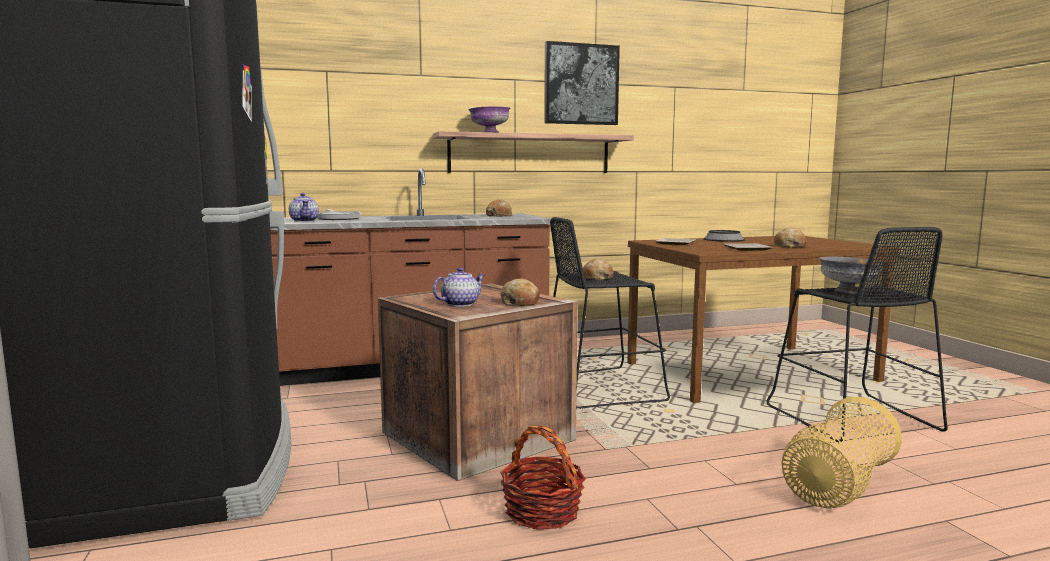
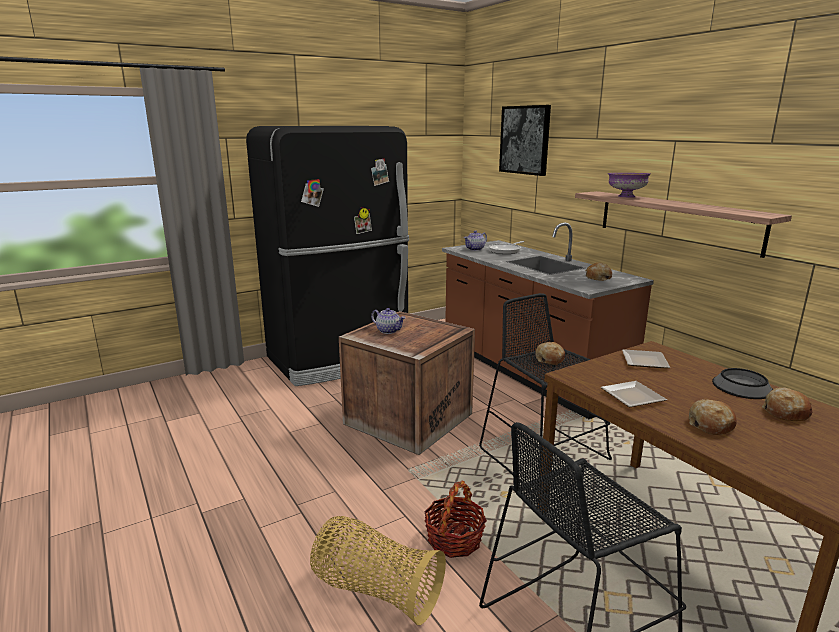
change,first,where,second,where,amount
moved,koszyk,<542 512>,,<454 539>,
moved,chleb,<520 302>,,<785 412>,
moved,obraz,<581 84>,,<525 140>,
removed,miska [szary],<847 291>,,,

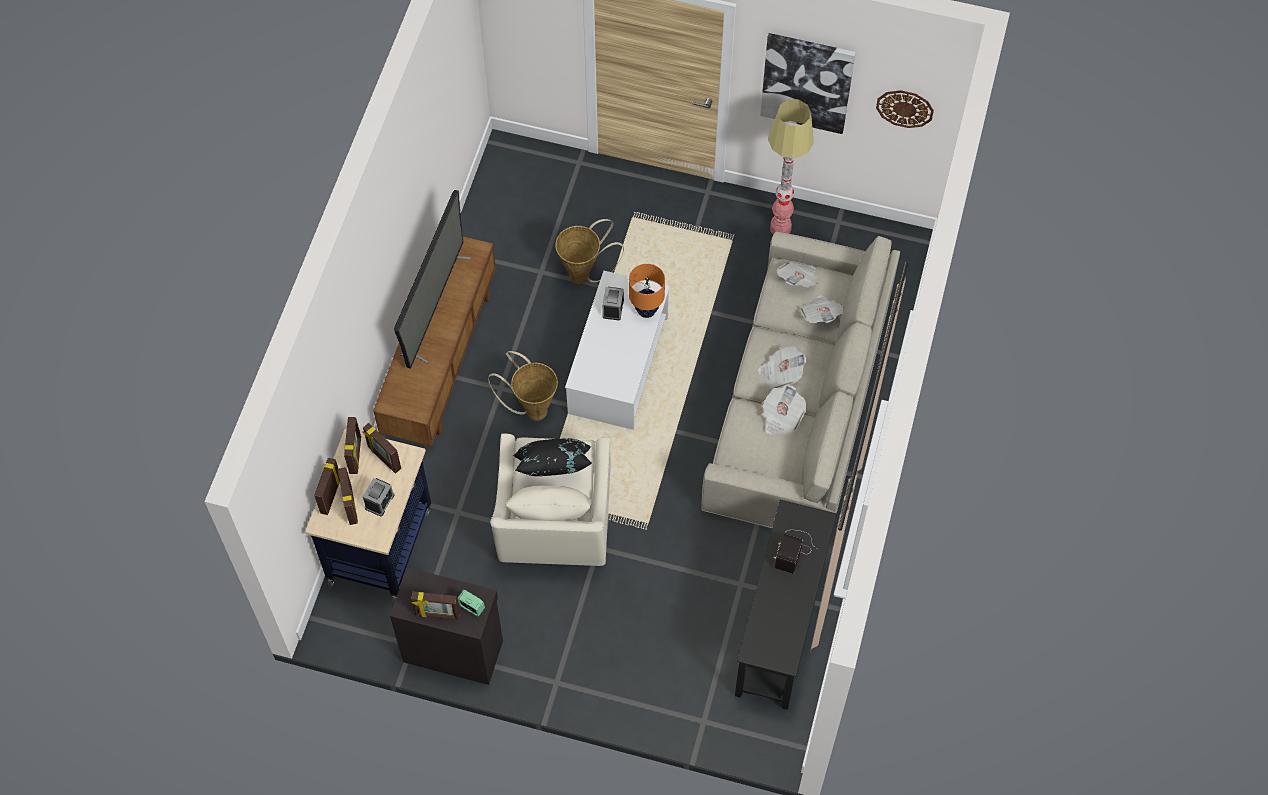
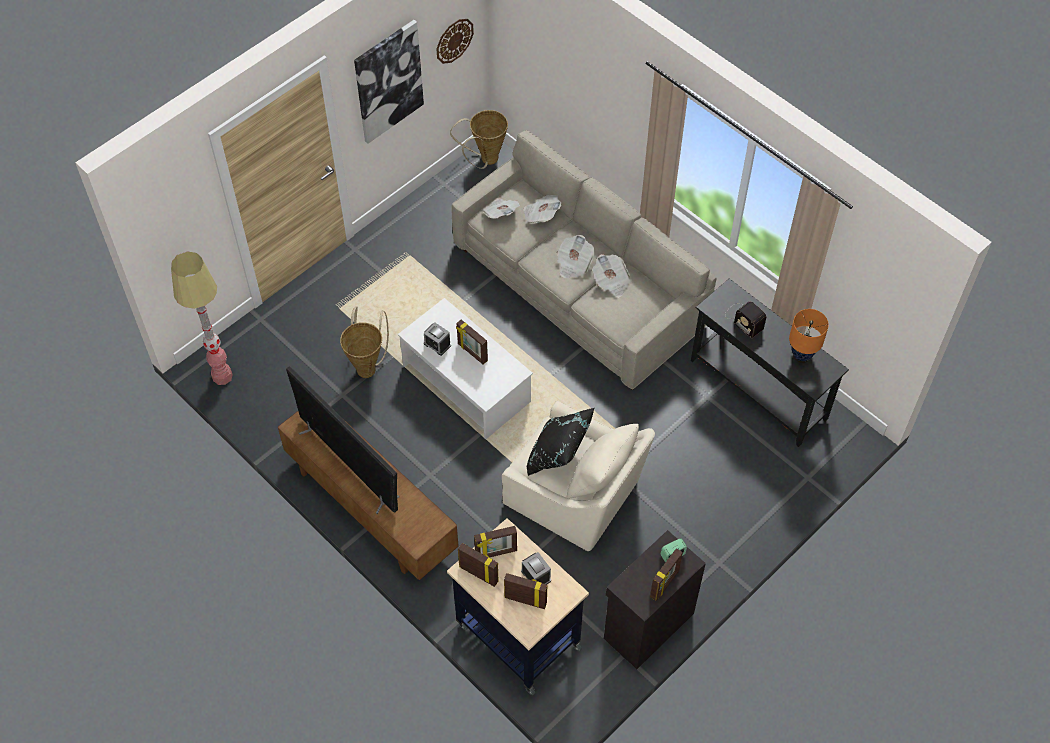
change,first,where,second,where,amount
moved,ramka na zdjęcie,<330 495>,,<472 353>,
moved,koszyk,<532 409>,,<485 160>,
moved,lampa stołowa [pomarańczowy],<646 310>,,<802 355>,
moved,lampa stojąca,<780 229>,,<222 376>,

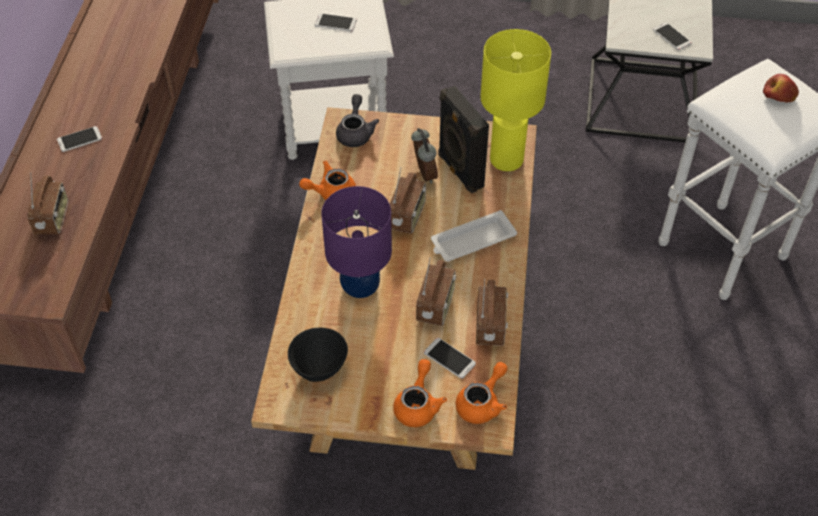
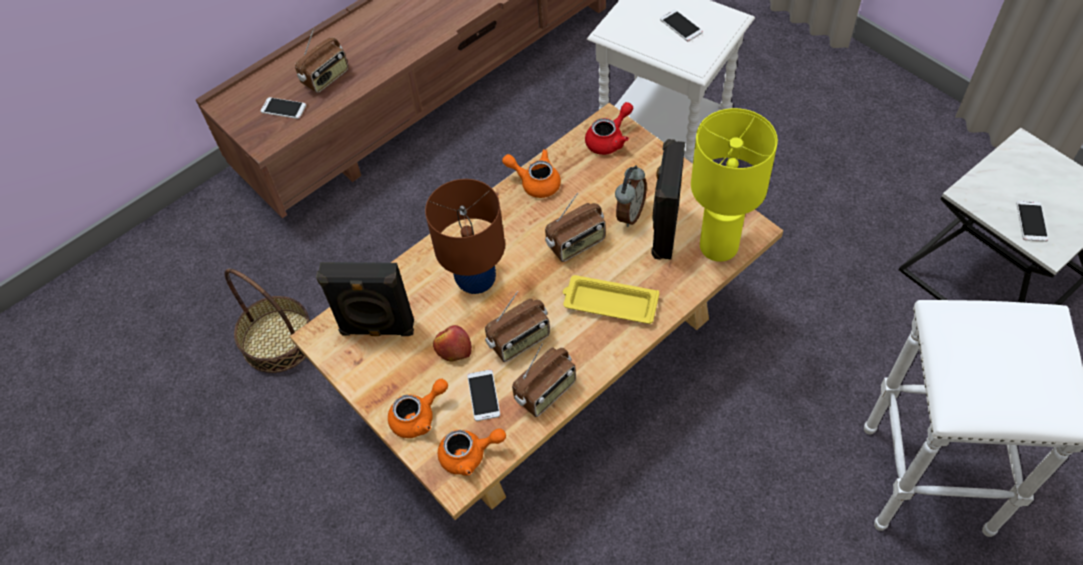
change,first,where,second,where,amount
moved,telefon,<79 139>,,<283 108>,
replaced,miska [czarny],<319 369>,głośnik [czarny],<377 329>,
recoloured,lampa stołowa [fioletowy],<362 286>,lampa stołowa [brązowy],<478 281>,
recoloured,imbryk [szary],<355 132>,imbryk [czerwony],<609 139>,
recoloured,taca [biały],<471 241>,taca [żółty],<609 303>,
moved,jabłko,<778 96>,,<453 348>,
added,,,koszyk,<278 340>,

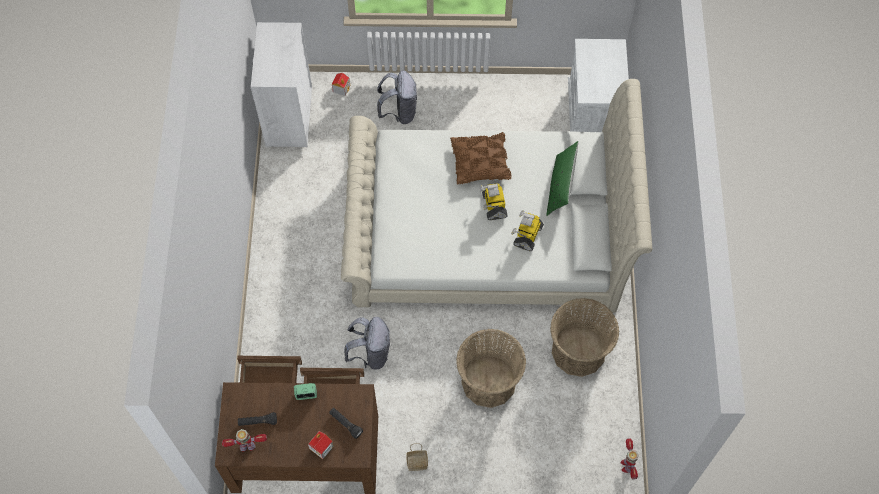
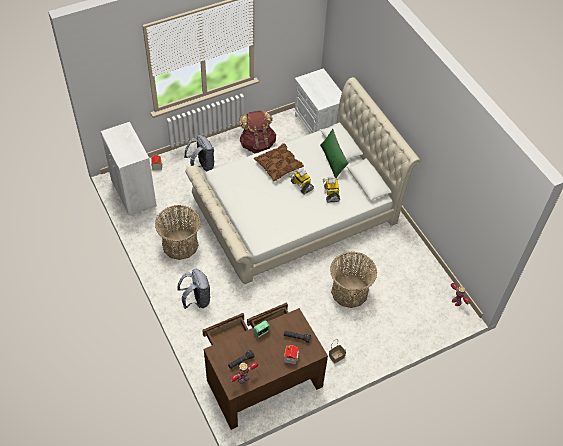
change,first,where,second,where,amount
moved,plecak [szary],<371 353>,,<196 300>,
moved,koszyk,<578 350>,,<180 244>,
added,,,plecak [brązowy],<257 144>,

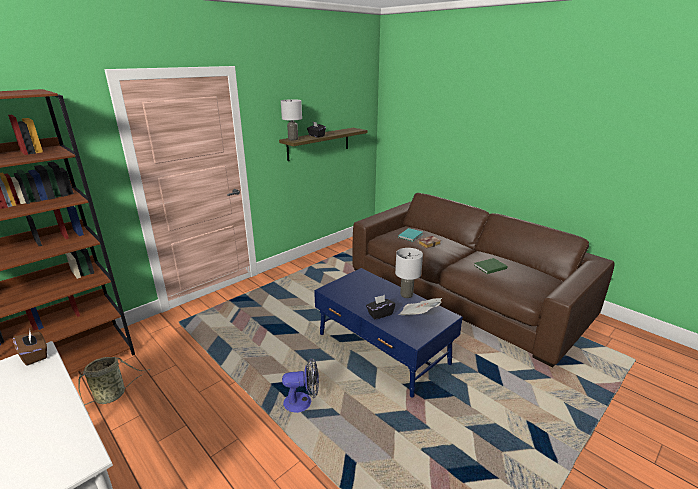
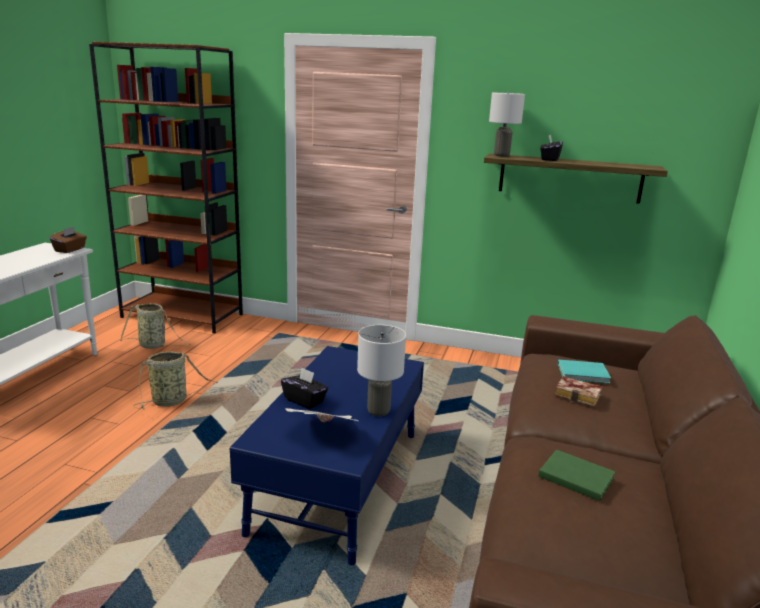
change,first,where,second,where,amount
removed,wentylator,<303 402>,,,
added,,,koszyk,<172 401>,

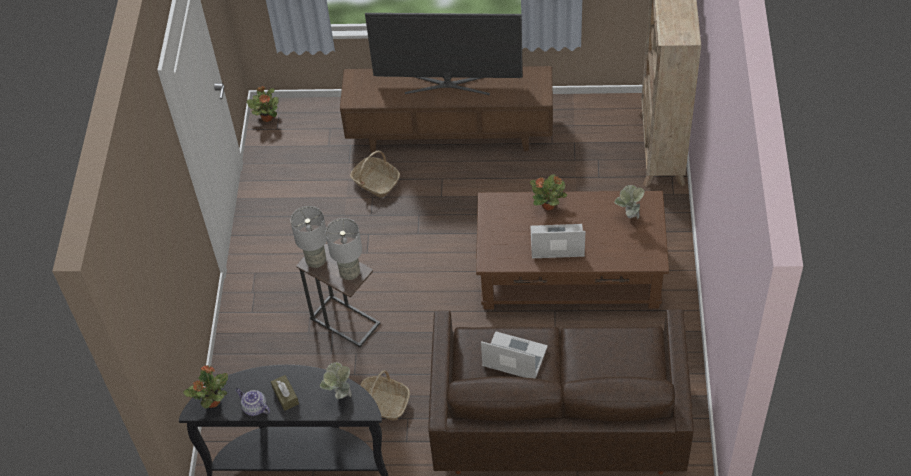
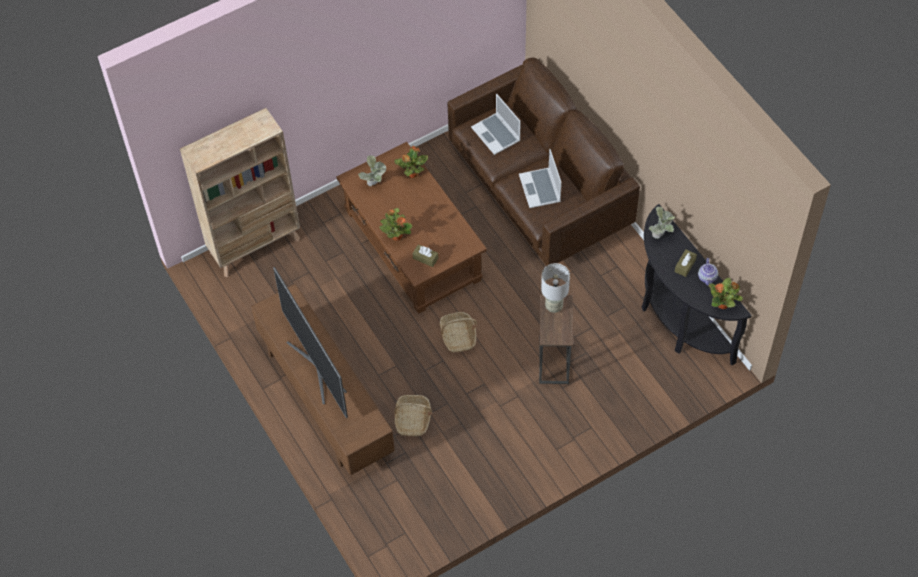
change,first,where,second,where,amount
moved,roślina doniczkowa,<267 117>,,<412 174>,
removed,lampa stołowa [szary],<316 260>,,,
moved,koszyk,<382 403>,,<458 337>,
moved,laptop,<556 243>,,<496 135>,
added,,,pudełko chusteczek [brązowy],<425 258>,

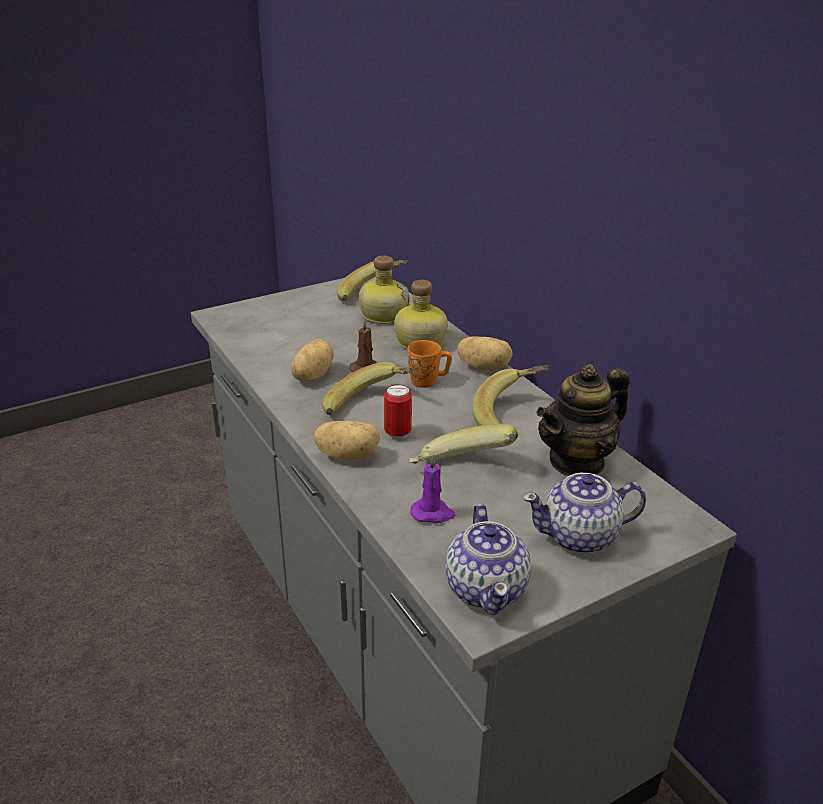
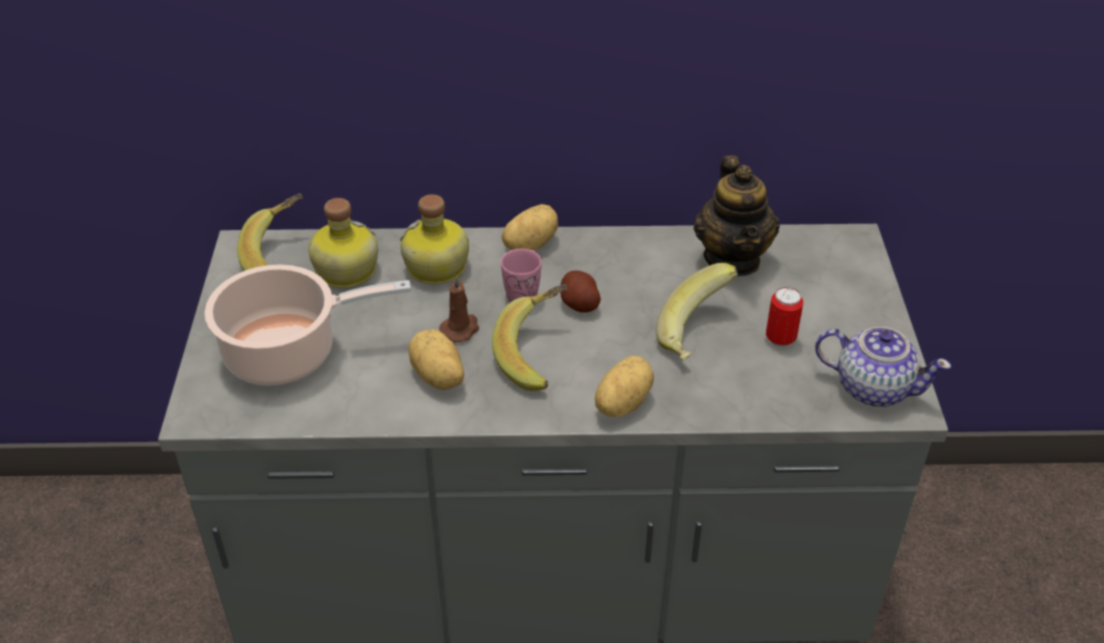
change,first,where,second,where,amount
moved,puszka,<397 433>,,<780 339>,
recoloured,kubek [pomarańczowy],<429 381>,kubek [różowy],<524 292>,
removed,świeca [fioletowy],<433 513>,,,
removed,banan,<511 416>,,,
removed,imbryk,<580 536>,,,
added,,,garnek,<288 352>,
added,,,ziemniak,<579 304>,

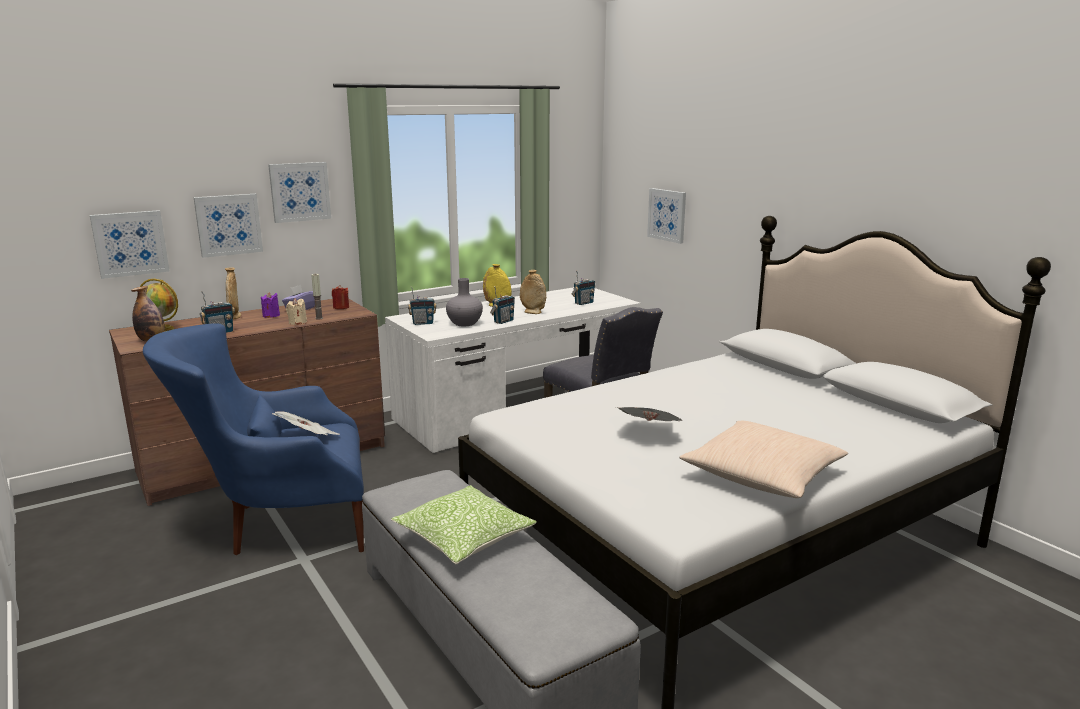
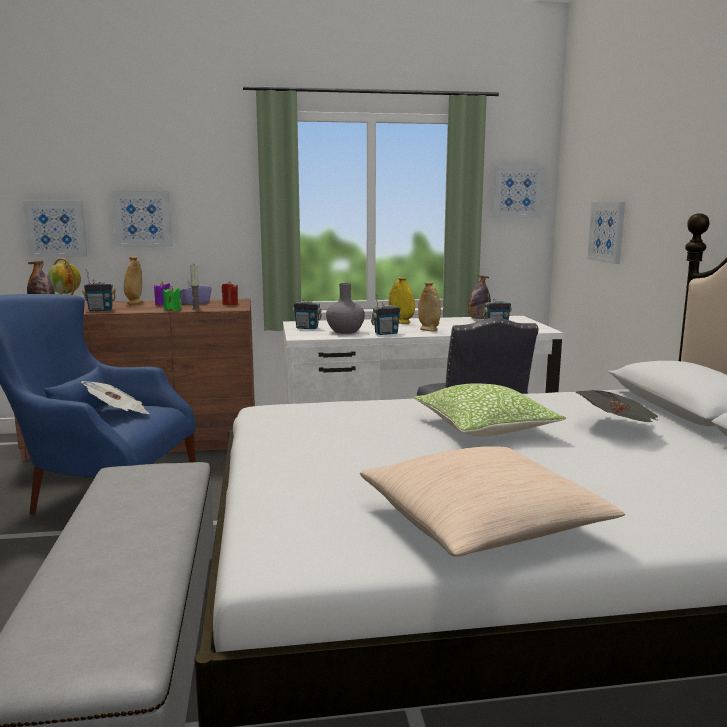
change,first,where,second,where,amount
moved,obraz,<300 192>,,<517 192>,
recoloured,świeca [beżowy],<297 322>,świeca [zielony],<172 310>,
moved,poduszka,<464 538>,,<485 427>,
moved,gazeta,<649 431>,,<618 428>,
added,,,butelka,<478 318>,

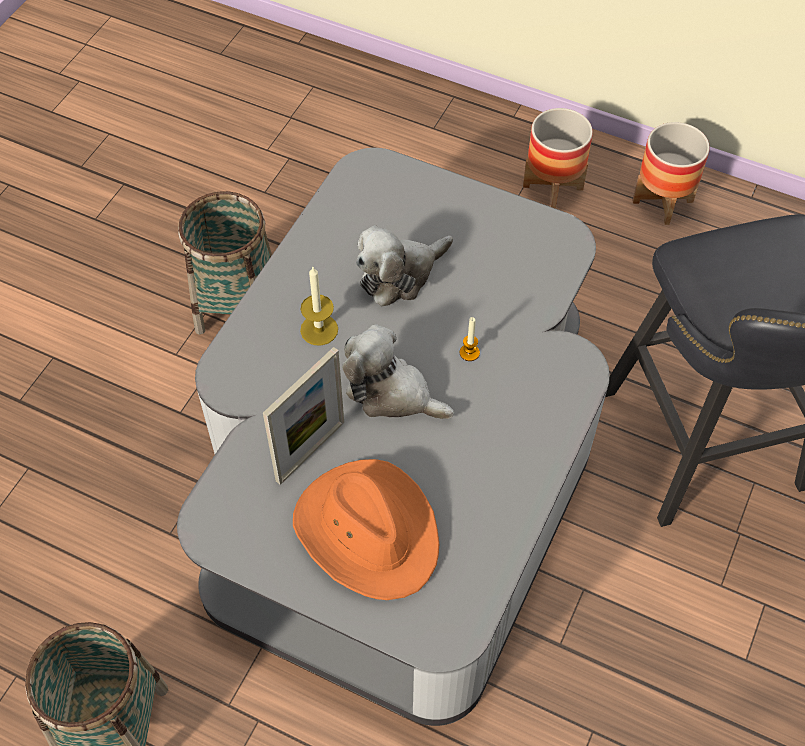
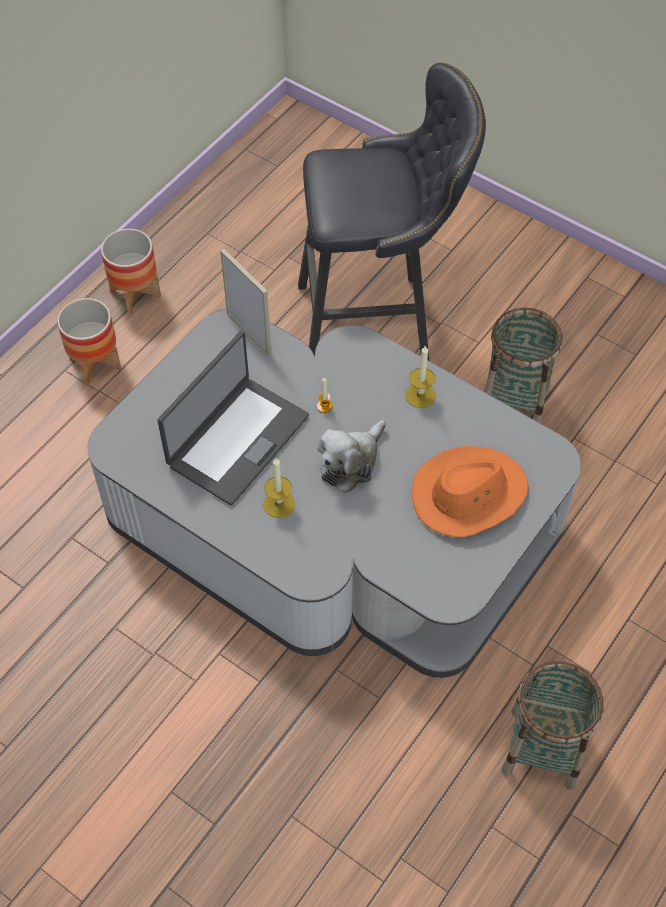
change,first,where,second,where,amount
moved,koszyk,<237 307>,,<514 401>,
moved,ramka na zdjęcie,<310 451>,,<249 332>,
replaced,pluszak,<400 275>,laptop,<236 440>,
added,,,świeca,<420 395>,

